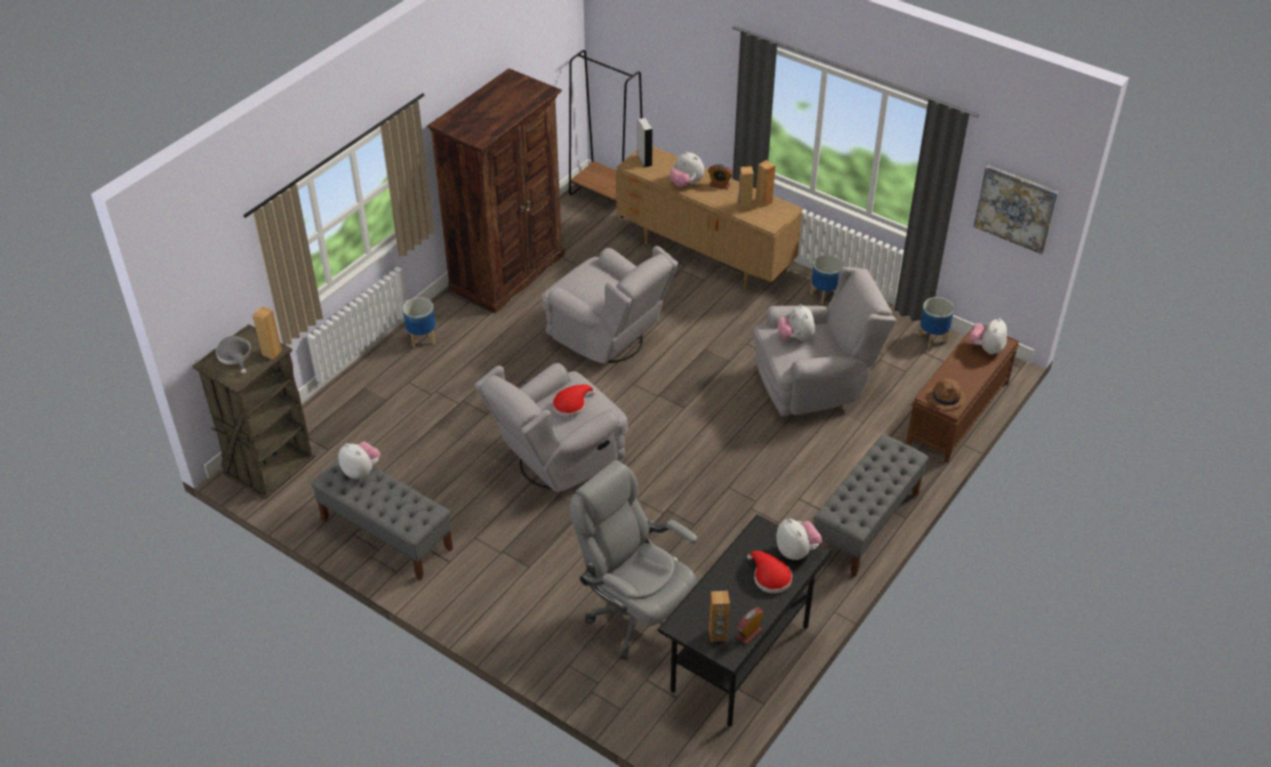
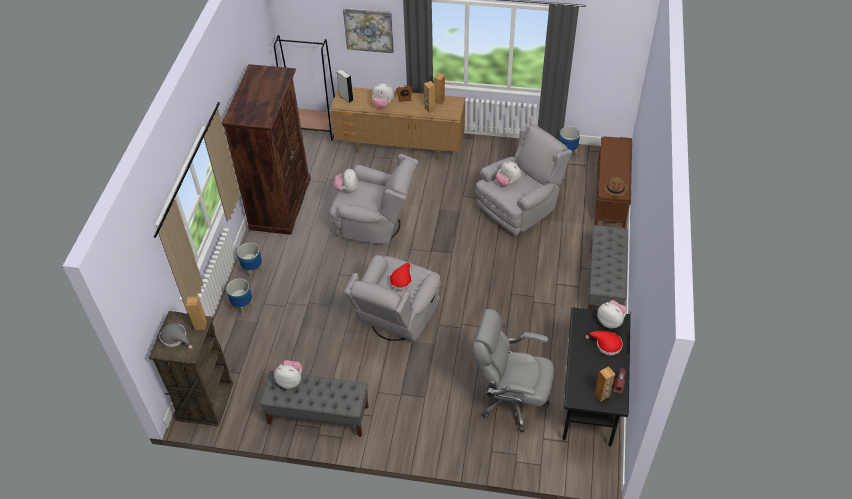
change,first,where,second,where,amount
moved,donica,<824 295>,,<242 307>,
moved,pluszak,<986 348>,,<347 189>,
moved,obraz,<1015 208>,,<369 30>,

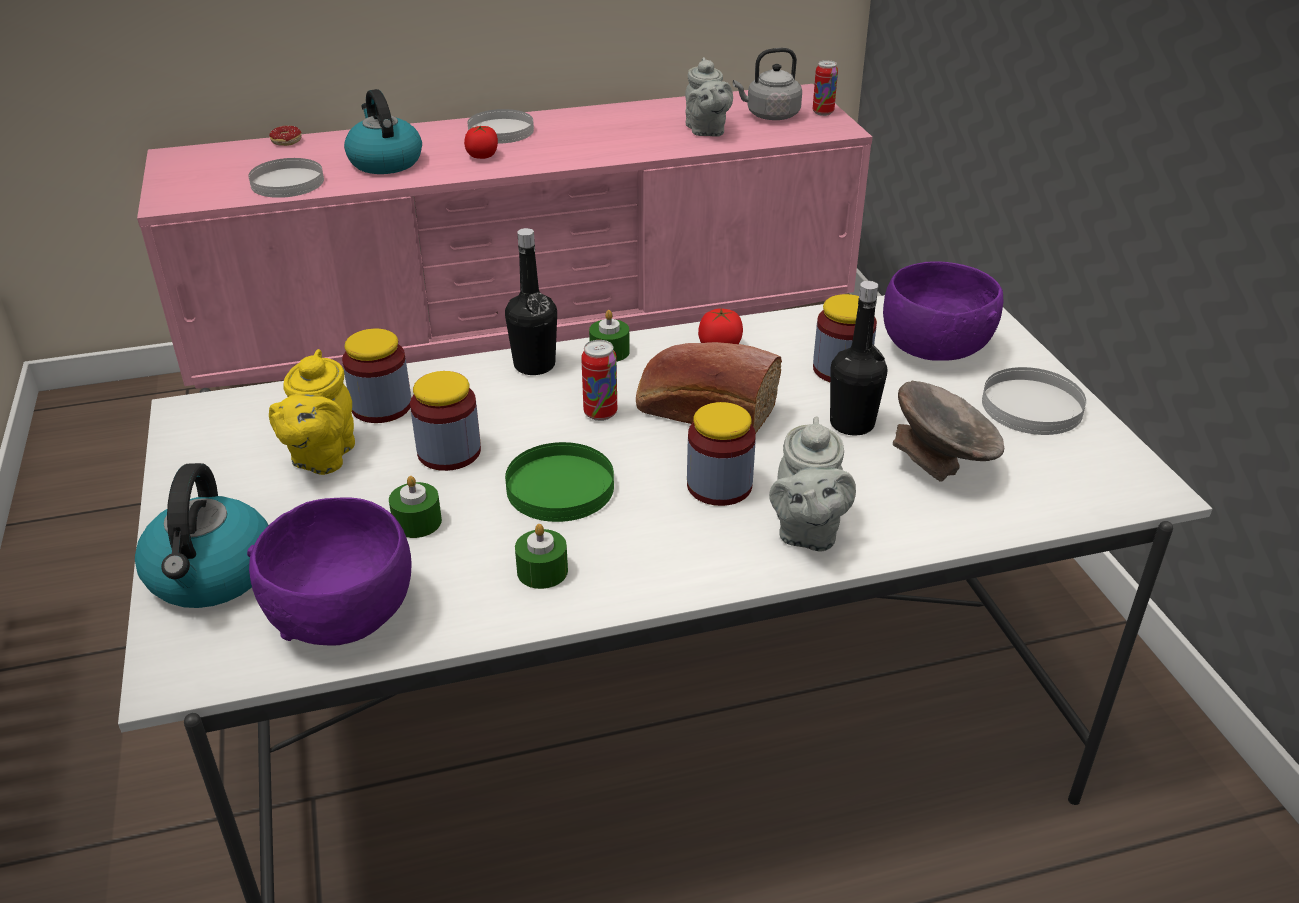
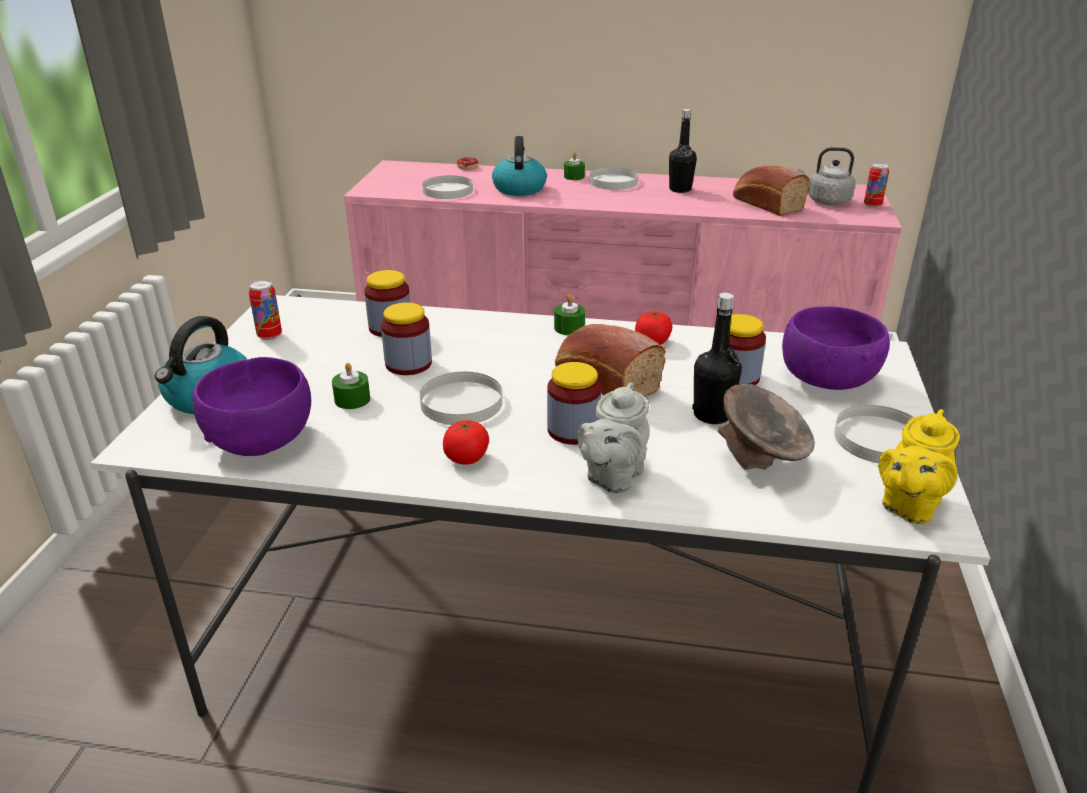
change,first,where,second,where,amount
moved,imbryk [żółty],<321 457>,,<908 506>,
moved,pomidor,<482 156>,,<466 458>,
moved,butelka [czarny],<534 365>,,<680 189>,
recoloured,talerz [zielony],<559 487>,talerz [biały],<461 402>,
moved,świeca [zielony],<542 571>,,<574 177>,
moved,puszka,<600 413>,,<269 336>,
replaced,imbryk [szary],<706 131>,chleb,<765 204>,

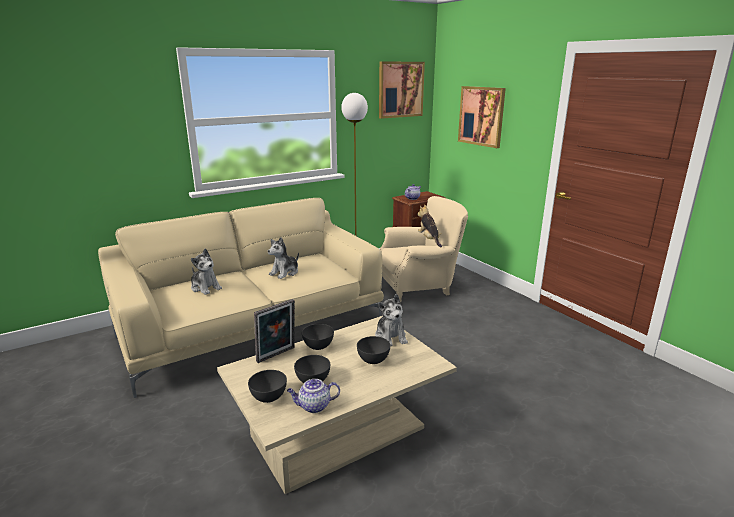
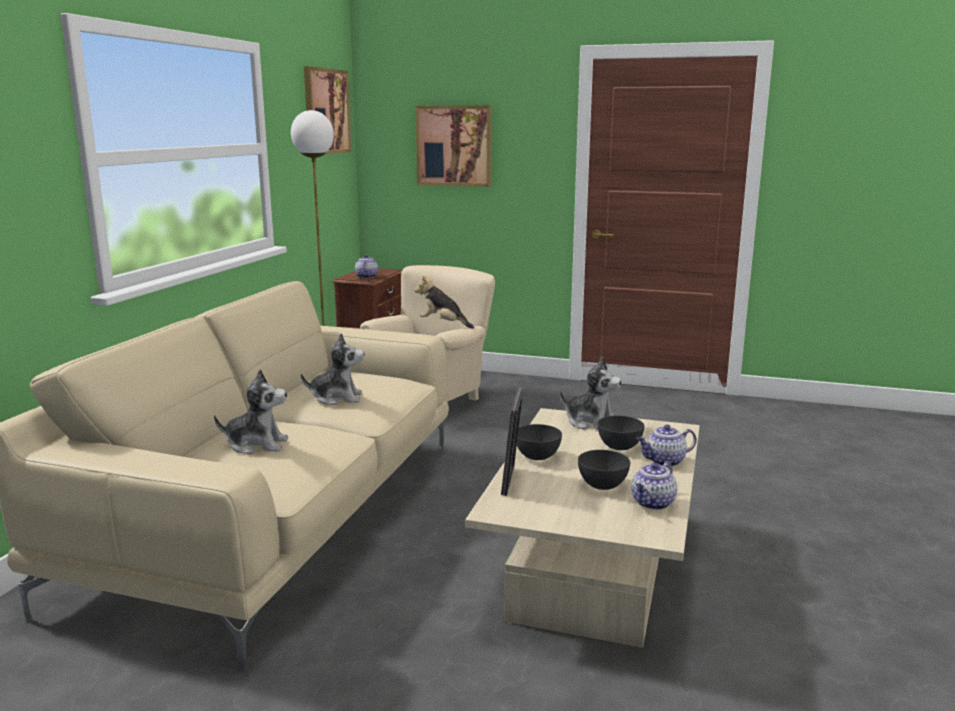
change,first,where,second,where,amount
removed,miska [szary],<268 397>,,,
turned,pluszak,<285 272>,,<337 398>,90 degrees counterclockwise
added,,,imbryk,<664 461>,

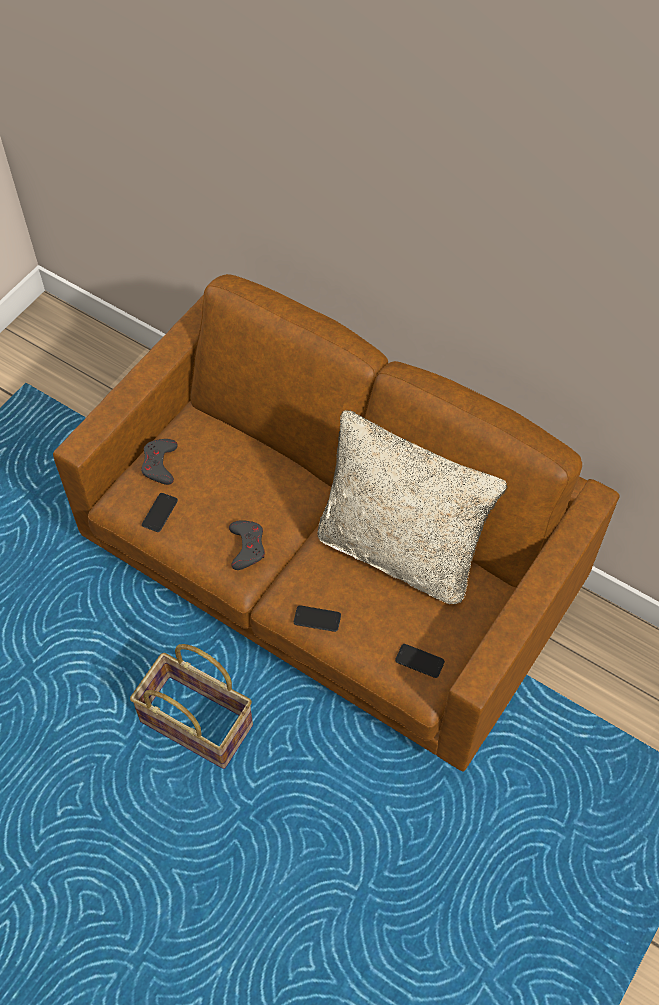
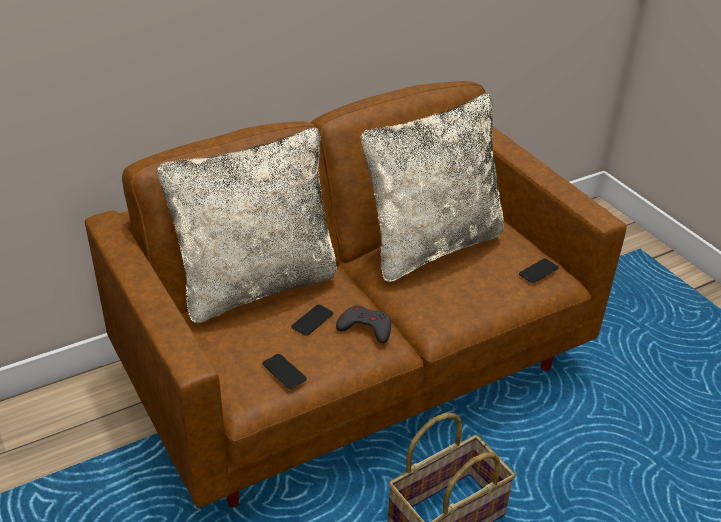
change,first,where,second,where,amount
removed,pad do gier [szary],<160 464>,,,
moved,telefon,<317 619>,,<312 320>,
added,,,poduszka [beżowy],<259 288>,

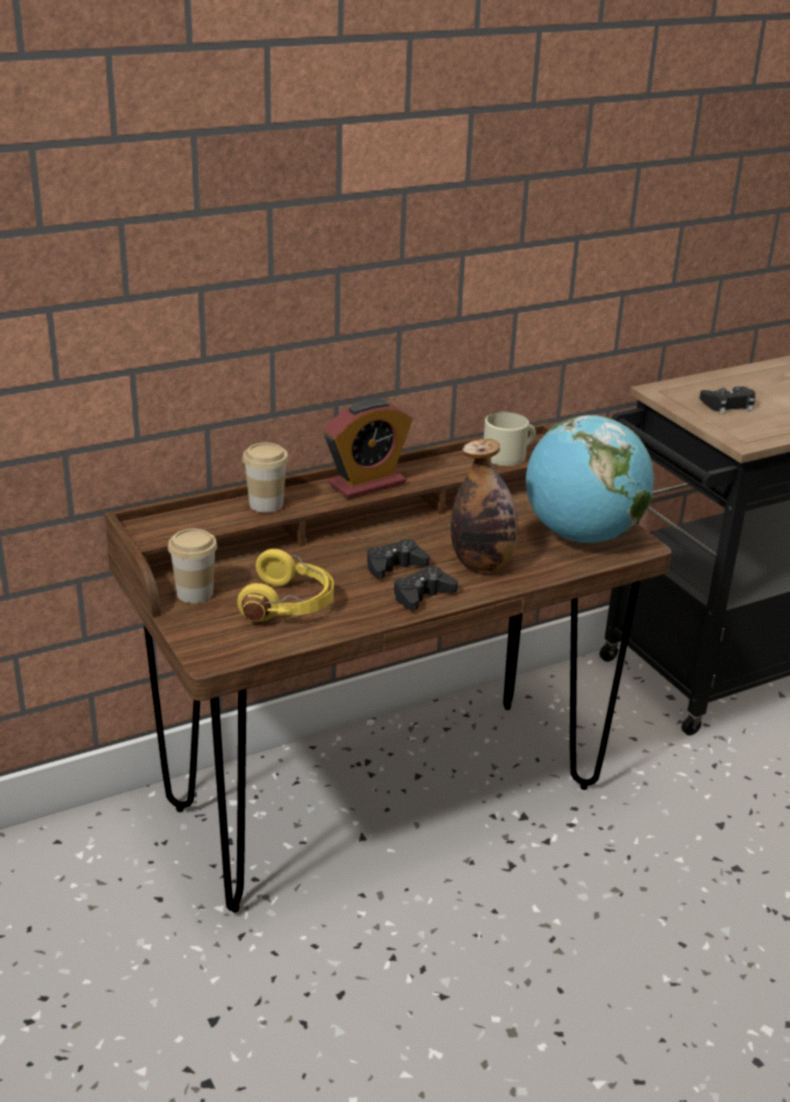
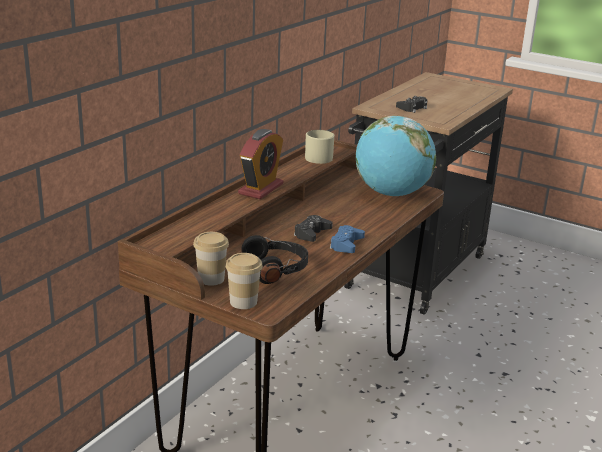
change,first,where,second,where,amount
recoloured,słuchawki [żółty],<289 604>,słuchawki [czarny],<277 269>,
moved,filiżanka,<266 504>,,<243 302>,
recoloured,pad do gier [czarny],<422 595>,pad do gier [niebieski],<346 244>,
removed,butelka,<482 564>,,,

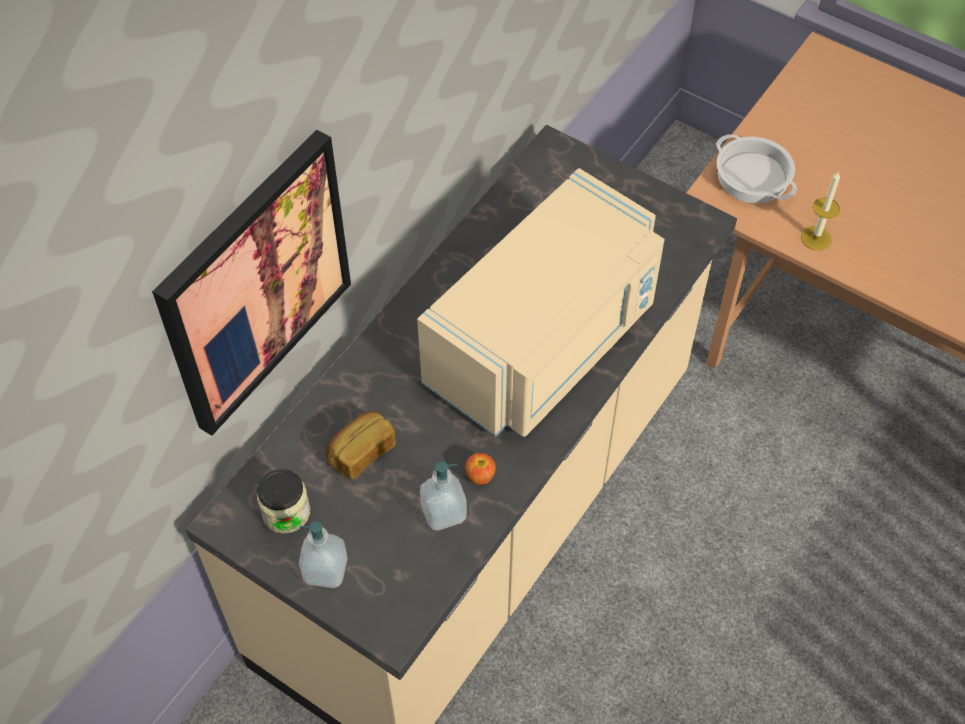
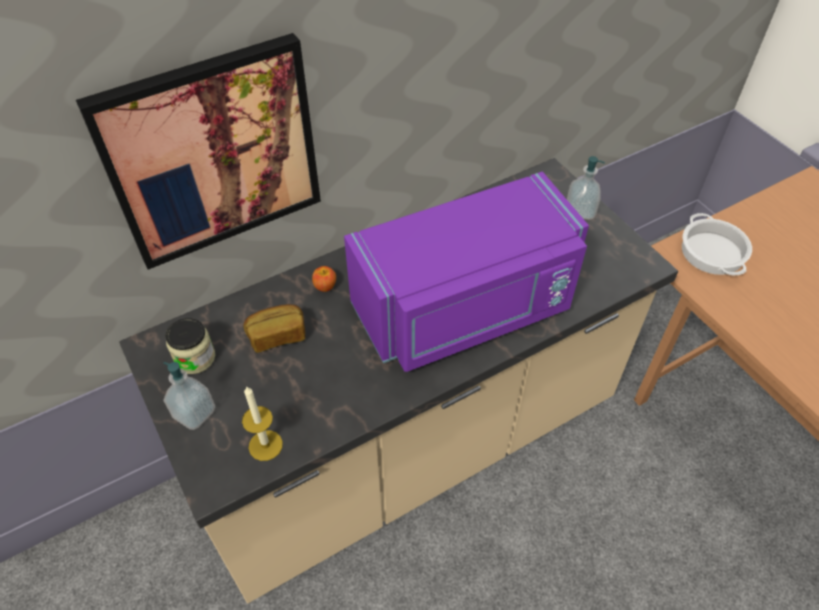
change,first,where,second,where,amount
recoloured,mikrofalówka [beżowy],<545 345>,mikrofalówka [fioletowy],<465 310>,
moved,dozownik mydła,<443 512>,,<580 211>,
moved,jabłko,<480 475>,,<325 286>,
moved,świeca,<816 238>,,<265 445>,

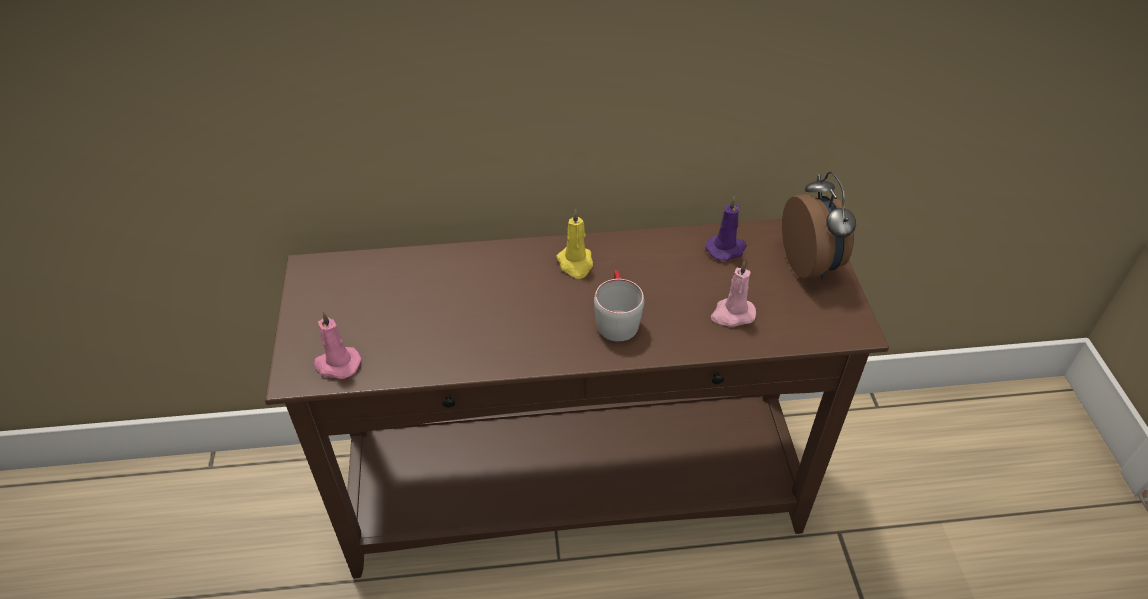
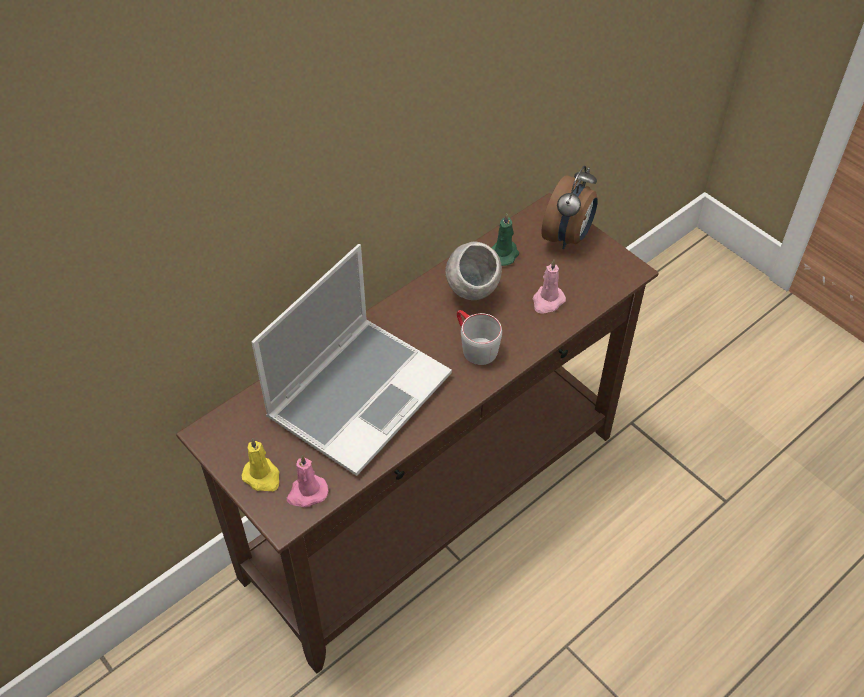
change,first,where,second,where,amount
moved,świeca [żółty],<576 264>,,<262 477>,
recoloured,świeca [fioletowy],<726 249>,świeca [zielony],<504 253>,
turned,budzik,<811 264>,,<568 237>,75 degrees clockwise
added,,,laptop,<359 394>,
added,,,miska [szary],<472 293>,

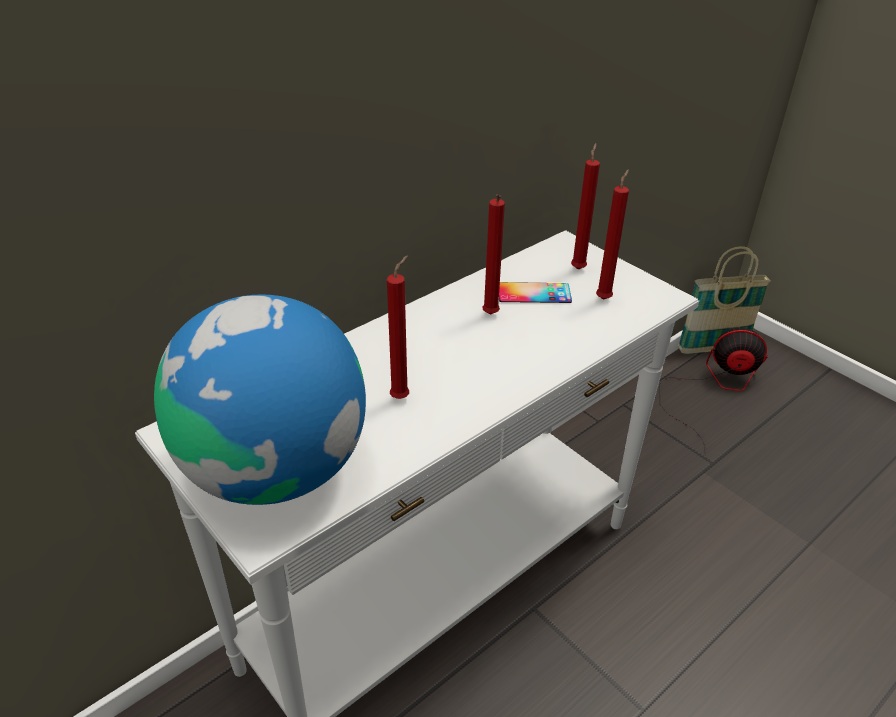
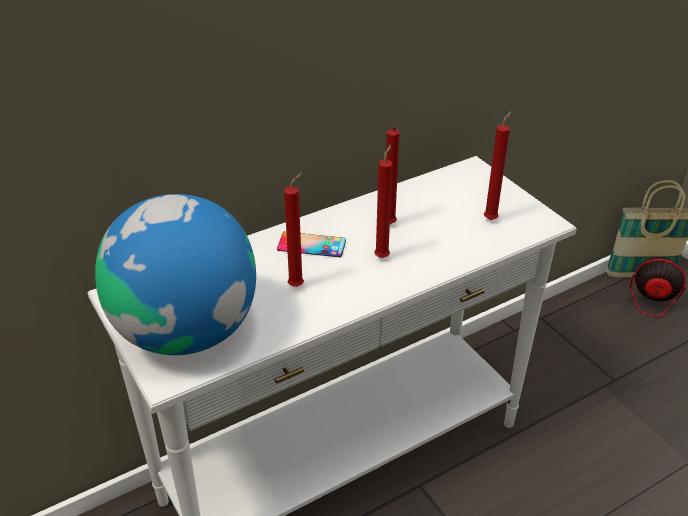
change,first,where,second,where,amount
moved,telefon,<534 293>,,<311 245>,
moved,świeca [czerwony],<578 268>,,<383 256>,

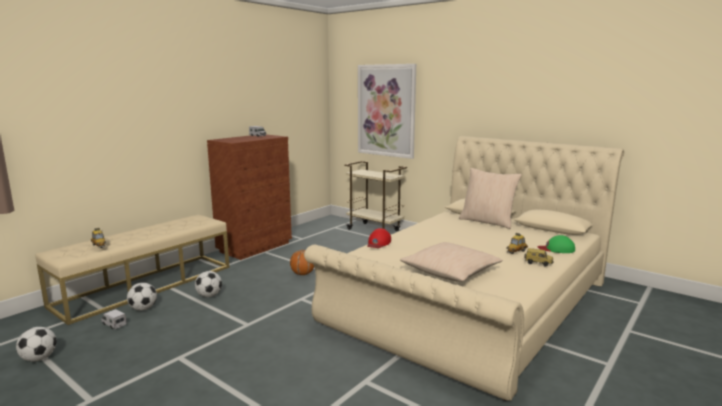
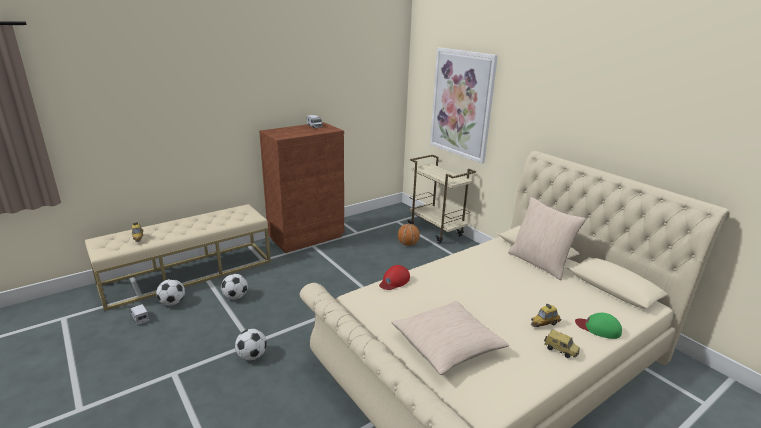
change,first,where,second,where,amount
moved,piłka futbolowa,<39 358>,,<252 356>,
moved,piłka do koszykówki,<302 274>,,<408 244>,

